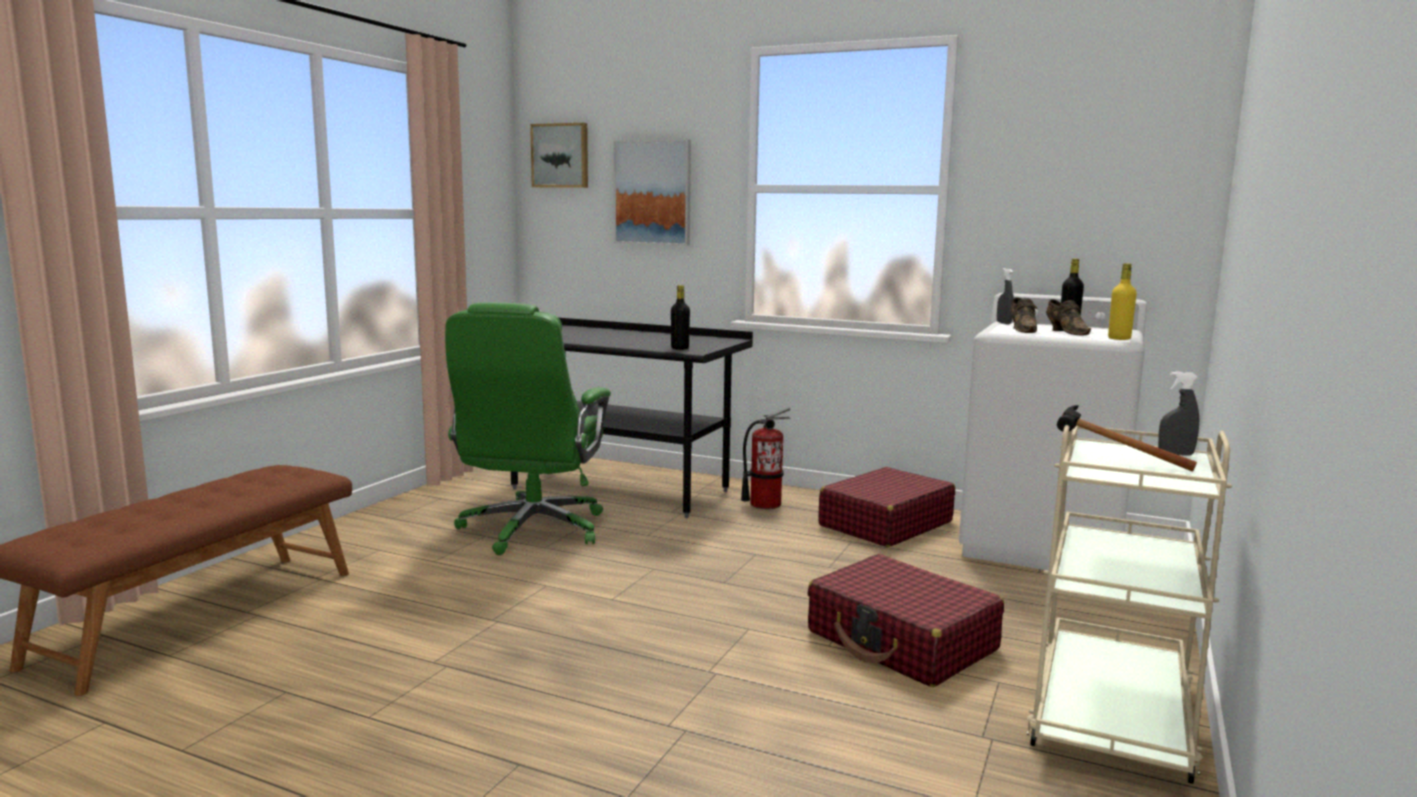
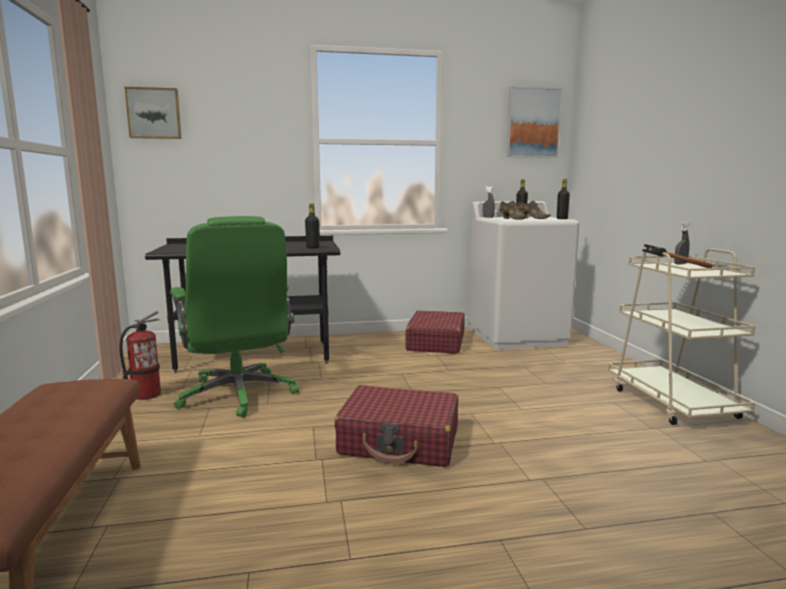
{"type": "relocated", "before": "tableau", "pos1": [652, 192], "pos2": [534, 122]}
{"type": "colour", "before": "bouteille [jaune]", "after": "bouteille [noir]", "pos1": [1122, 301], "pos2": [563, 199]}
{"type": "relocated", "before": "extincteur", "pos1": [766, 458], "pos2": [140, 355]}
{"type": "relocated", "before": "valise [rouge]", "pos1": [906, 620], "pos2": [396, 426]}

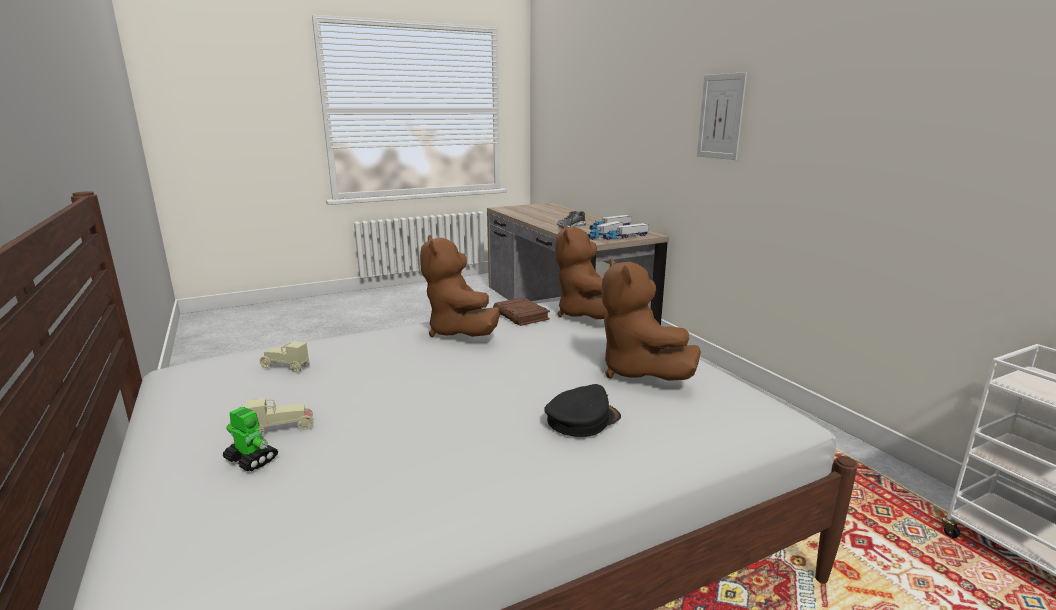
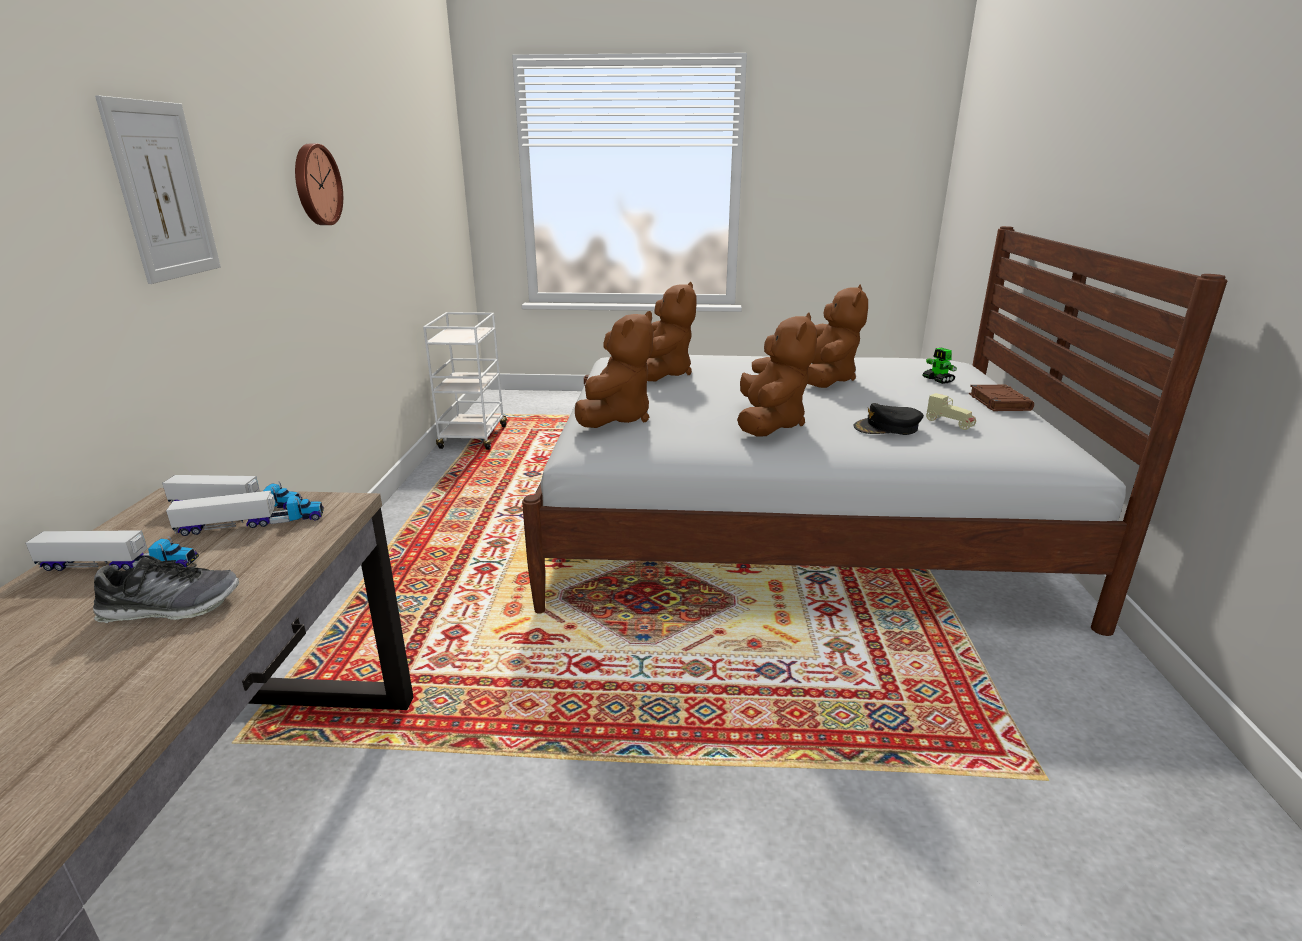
{"type": "relocated", "before": "livre [marron]", "pos1": [521, 311], "pos2": [1001, 398]}
{"type": "relocated", "before": "casquette [noir]", "pos1": [582, 410], "pos2": [889, 419]}
{"type": "missing", "before": "petite voiture [beige]", "pos1": [279, 417]}
{"type": "appeared", "after": "horloge murale", "pos2": [319, 184]}
{"type": "appeared", "after": "peluche [marron]", "pos2": [837, 336]}

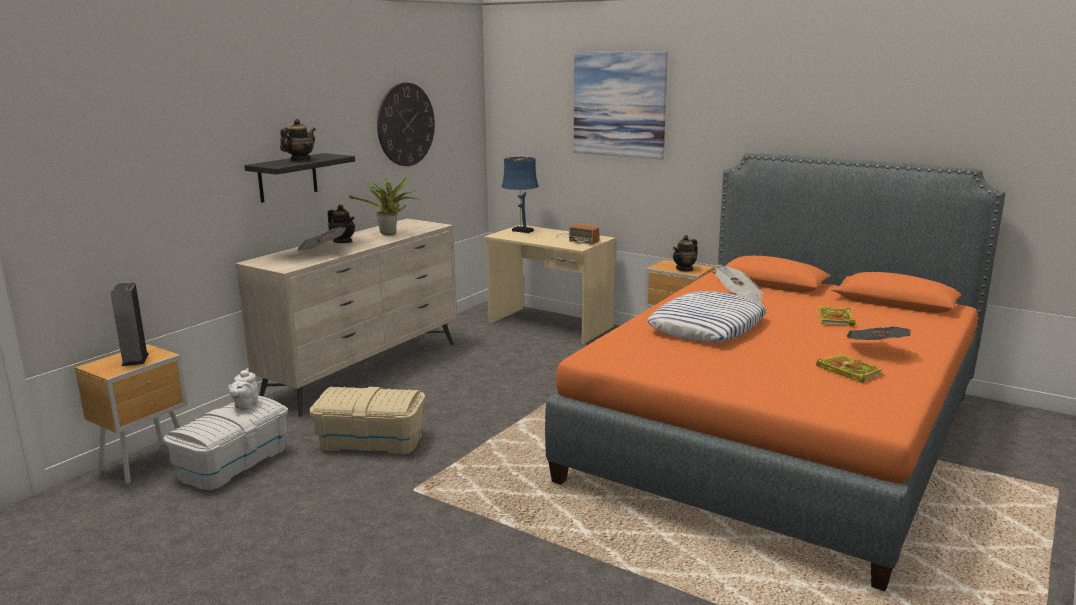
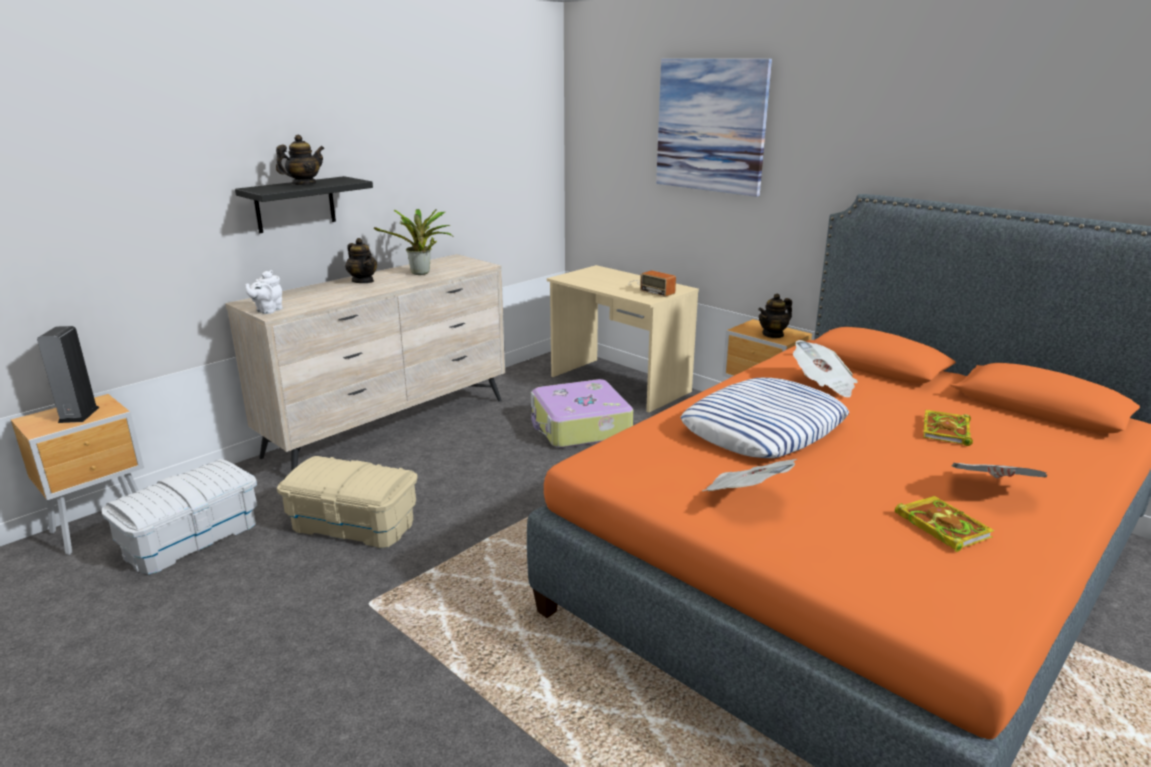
{"type": "missing", "before": "horloge murale", "pos1": [406, 124]}
{"type": "missing", "before": "lampe de table [bleu]", "pos1": [520, 194]}
{"type": "relocated", "before": "journal", "pos1": [321, 239], "pos2": [749, 475]}
{"type": "relocated", "before": "théière [blanc]", "pos1": [243, 389], "pos2": [263, 292]}
{"type": "appeared", "after": "valise", "pos2": [582, 413]}

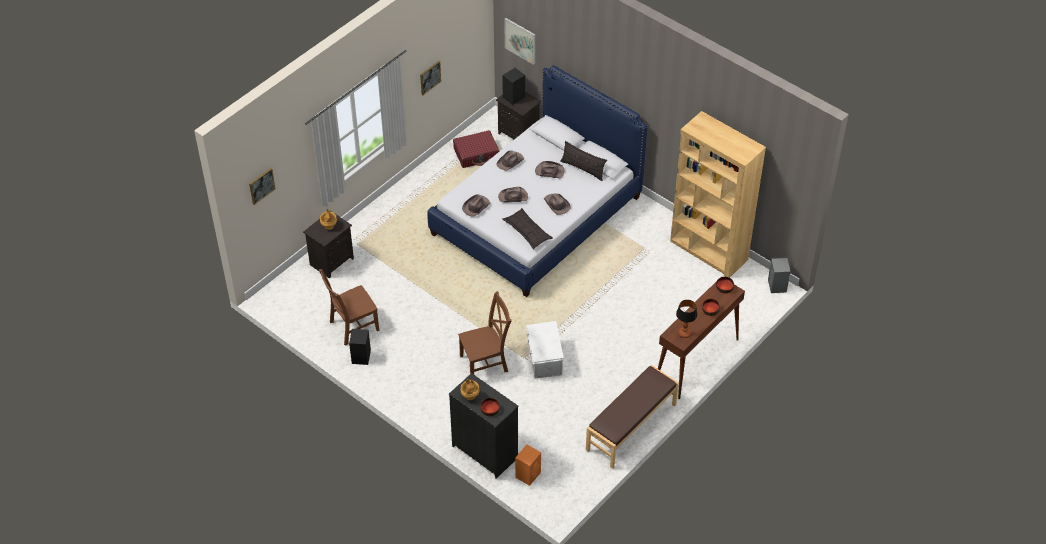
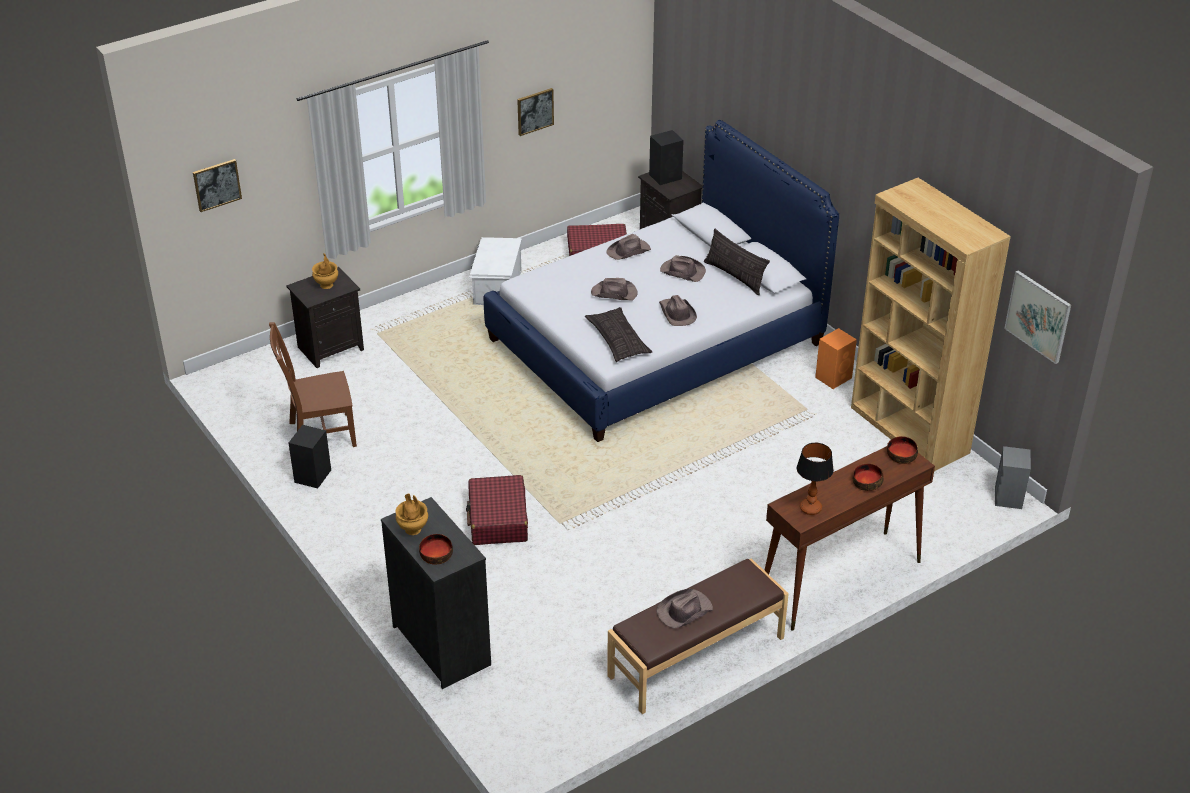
{"type": "relocated", "before": "tableau", "pos1": [519, 41], "pos2": [1037, 317]}
{"type": "relocated", "before": "chapeau [marron]", "pos1": [476, 206], "pos2": [685, 608]}
{"type": "exchanged", "before": "chaise [marron]", "after": "valise [rouge]", "pos1": [485, 332], "pos2": [497, 510]}
{"type": "relocated", "before": "boîte de rangement [blanc]", "pos1": [545, 349], "pos2": [495, 271]}
{"type": "relocated", "before": "enceinte [orange]", "pos1": [528, 465], "pos2": [836, 358]}

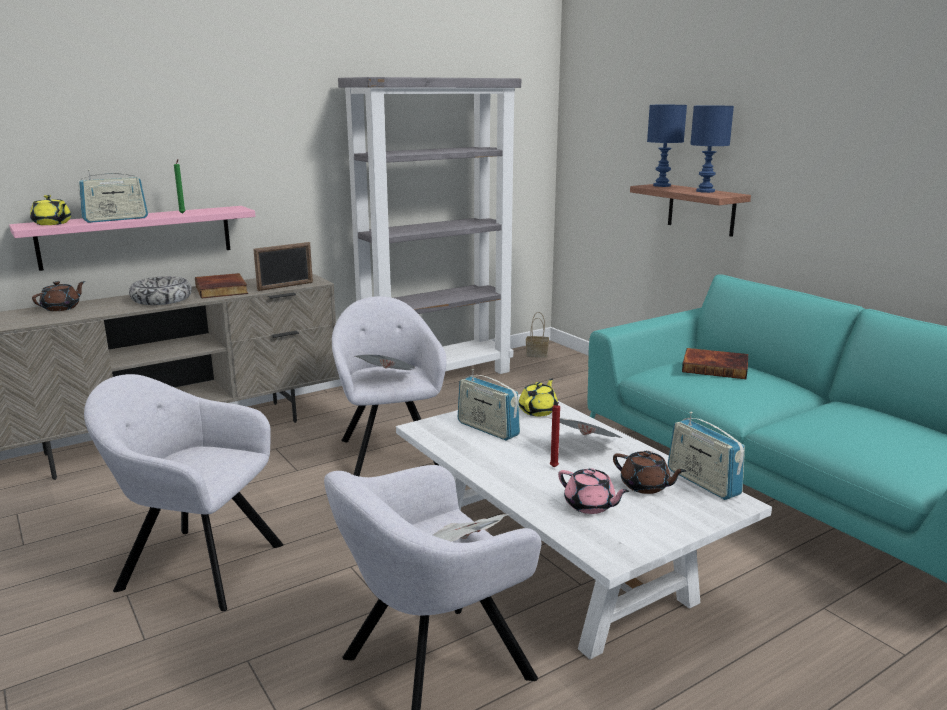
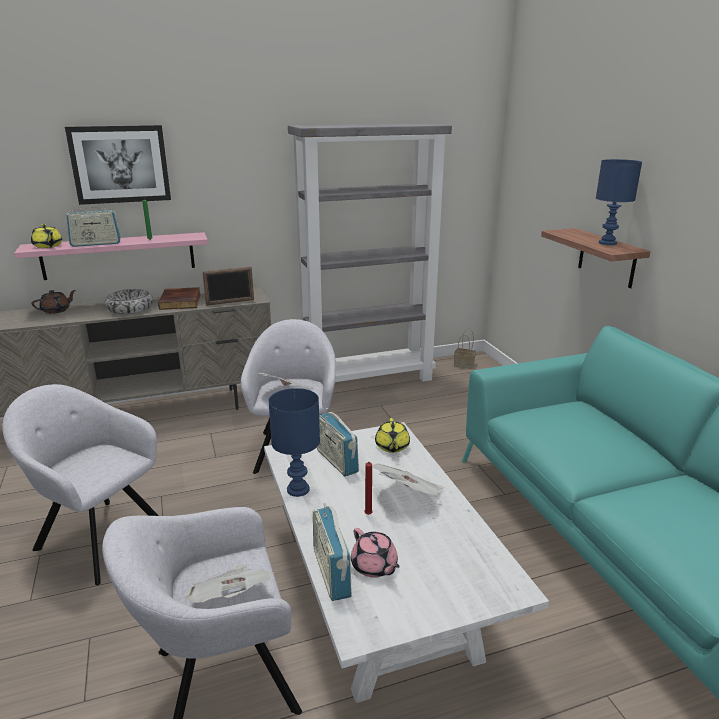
{"type": "relocated", "before": "lampe de table [bleu]", "pos1": [667, 146], "pos2": [294, 442]}
{"type": "missing", "before": "livre", "pos1": [715, 363]}
{"type": "spun", "before": "théière [jaune]", "pos1": [538, 397], "pos2": [392, 435], "turn": 135}
{"type": "relocated", "before": "radio", "pos1": [706, 456], "pos2": [332, 552]}
{"type": "missing", "before": "théière [marron]", "pos1": [649, 472]}
{"type": "appeared", "after": "tableau", "pos2": [118, 165]}

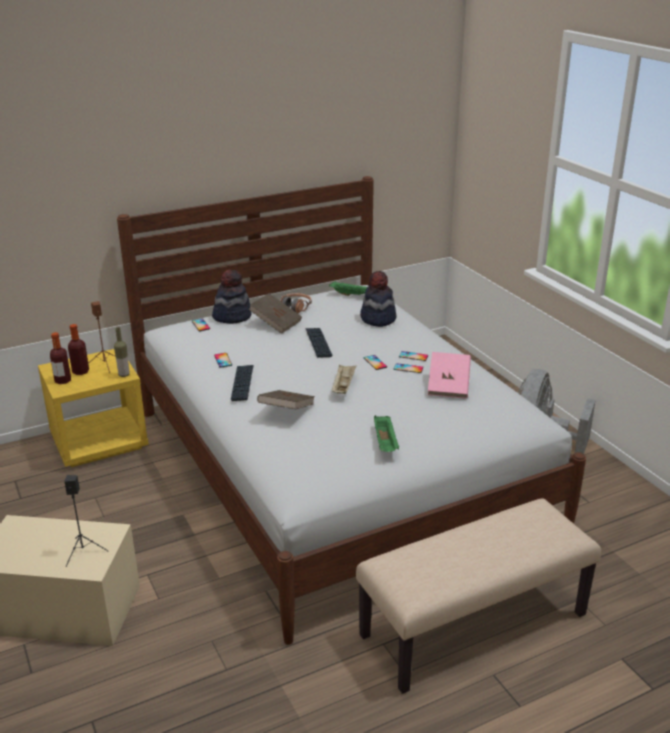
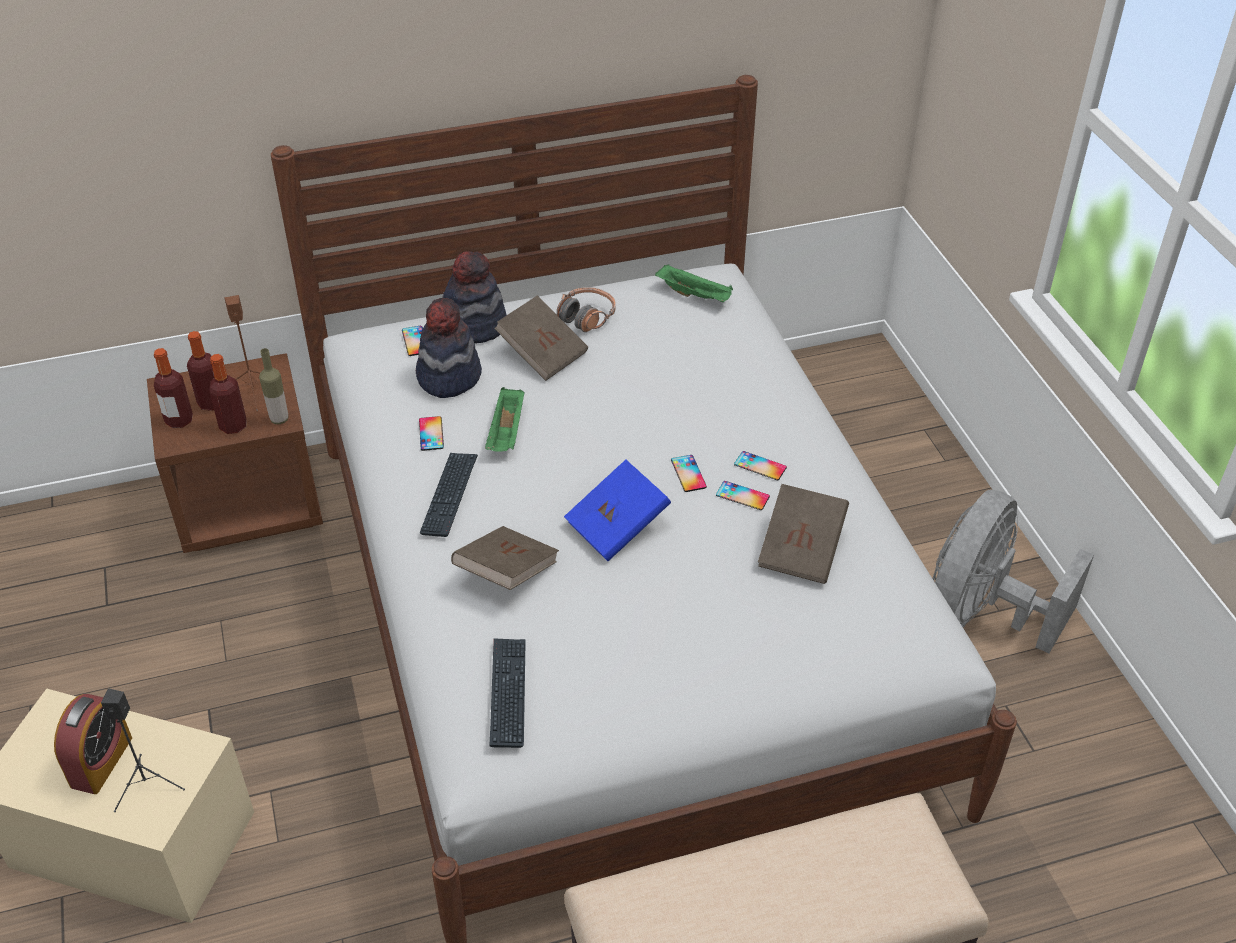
{"type": "relocated", "before": "chapeau", "pos1": [378, 299], "pos2": [449, 348]}
{"type": "relocated", "before": "clavier", "pos1": [319, 343], "pos2": [507, 693]}
{"type": "colour", "before": "table de chevet [jaune]", "after": "table de chevet [marron]", "pos1": [93, 408], "pos2": [235, 453]}
{"type": "colour", "before": "livre [rose]", "after": "livre [marron]", "pos1": [449, 375], "pos2": [803, 534]}
{"type": "exchanged", "before": "plateau [beige]", "after": "livre [bleu]", "pos1": [343, 379], "pos2": [617, 510]}
{"type": "relocated", "before": "plateau [vert]", "pos1": [386, 433], "pos2": [505, 419]}
{"type": "appeared", "after": "bouteille", "pos2": [228, 394]}
{"type": "appeared", "after": "réveil", "pos2": [93, 744]}

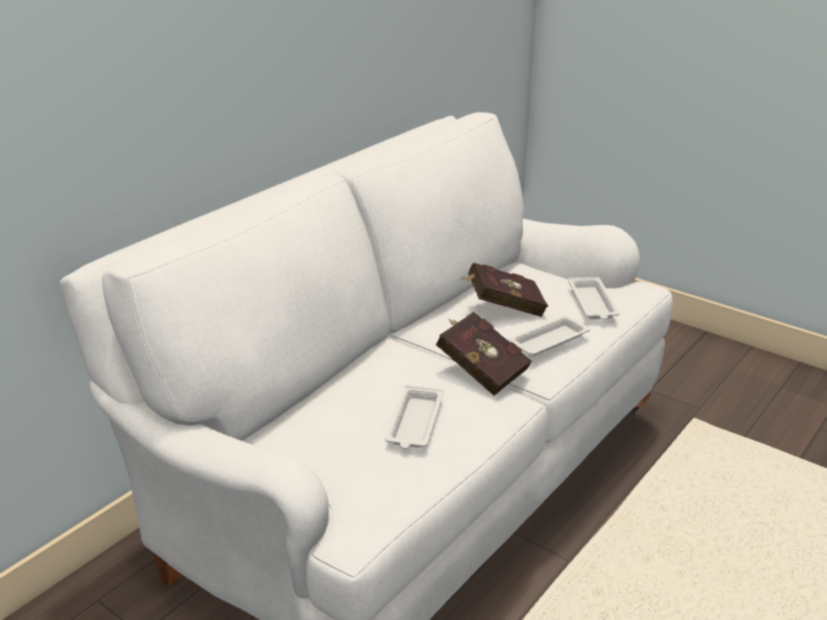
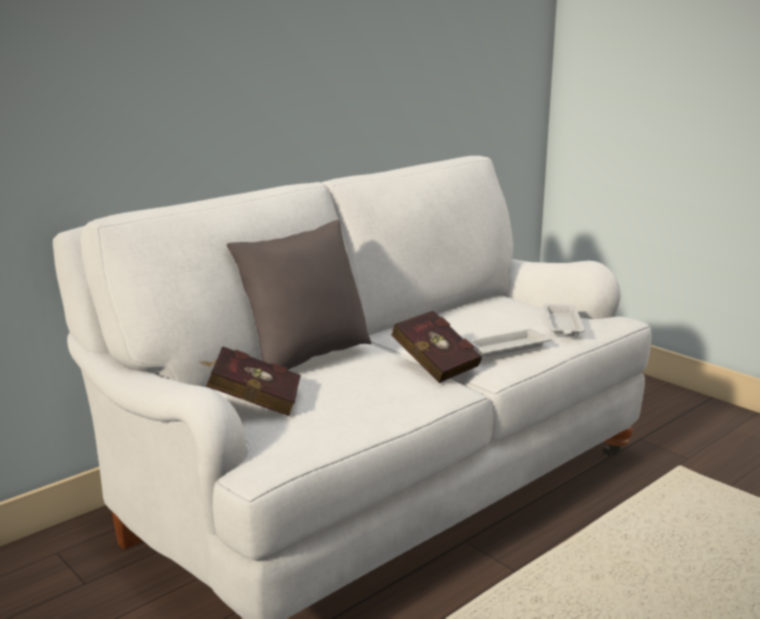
{"type": "relocated", "before": "livre [rouge]", "pos1": [503, 290], "pos2": [250, 381]}
{"type": "missing", "before": "plateau [blanc]", "pos1": [414, 417]}
{"type": "appeared", "after": "coussin [gris]", "pos2": [299, 295]}

